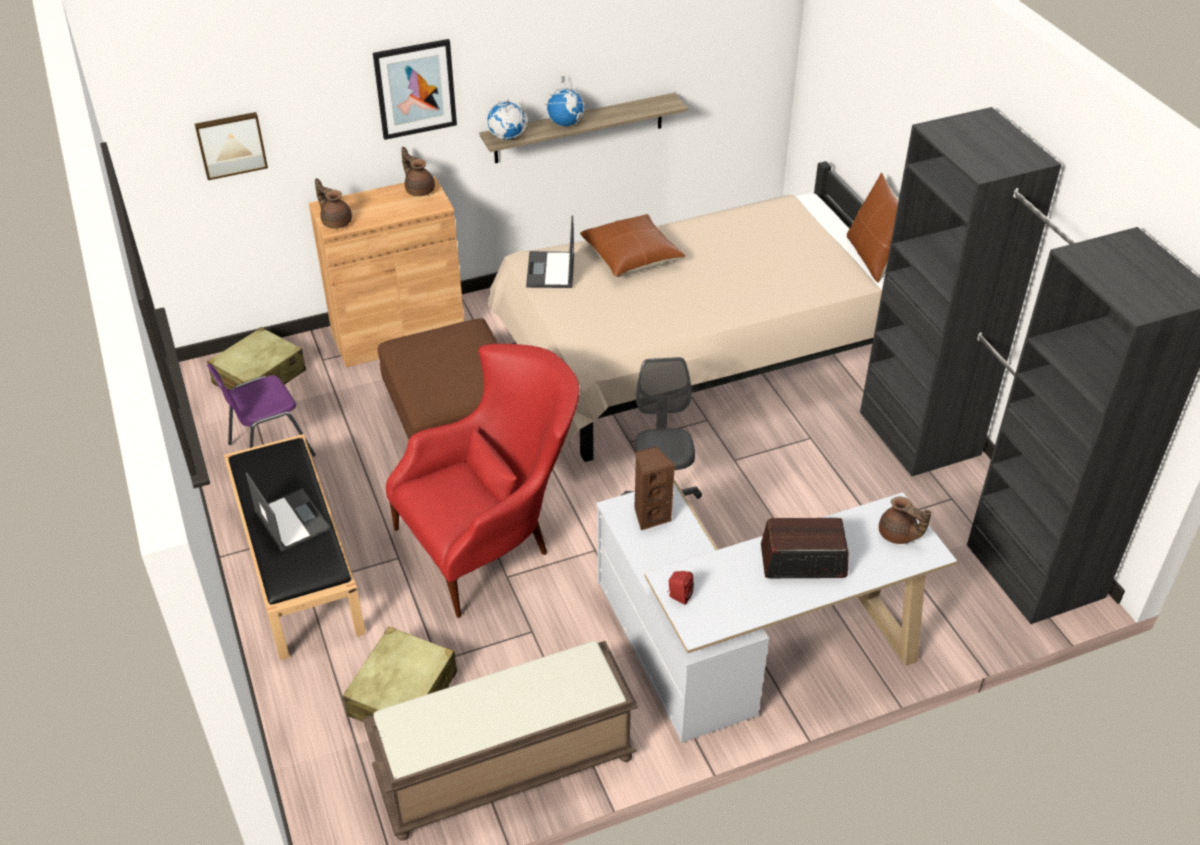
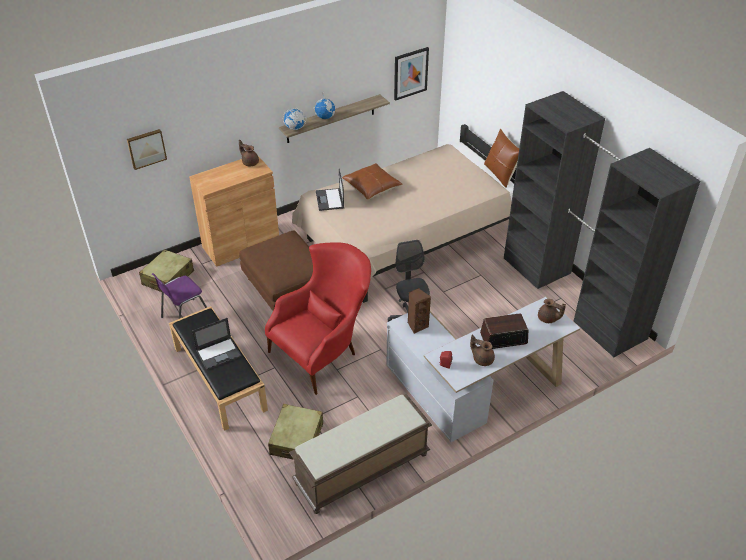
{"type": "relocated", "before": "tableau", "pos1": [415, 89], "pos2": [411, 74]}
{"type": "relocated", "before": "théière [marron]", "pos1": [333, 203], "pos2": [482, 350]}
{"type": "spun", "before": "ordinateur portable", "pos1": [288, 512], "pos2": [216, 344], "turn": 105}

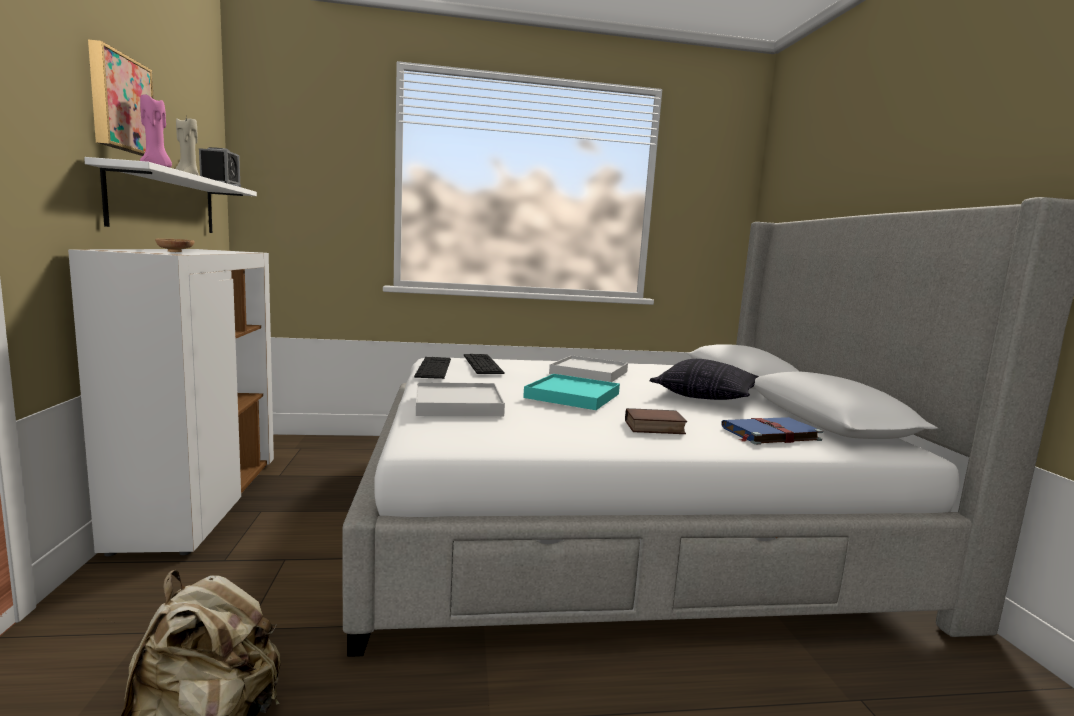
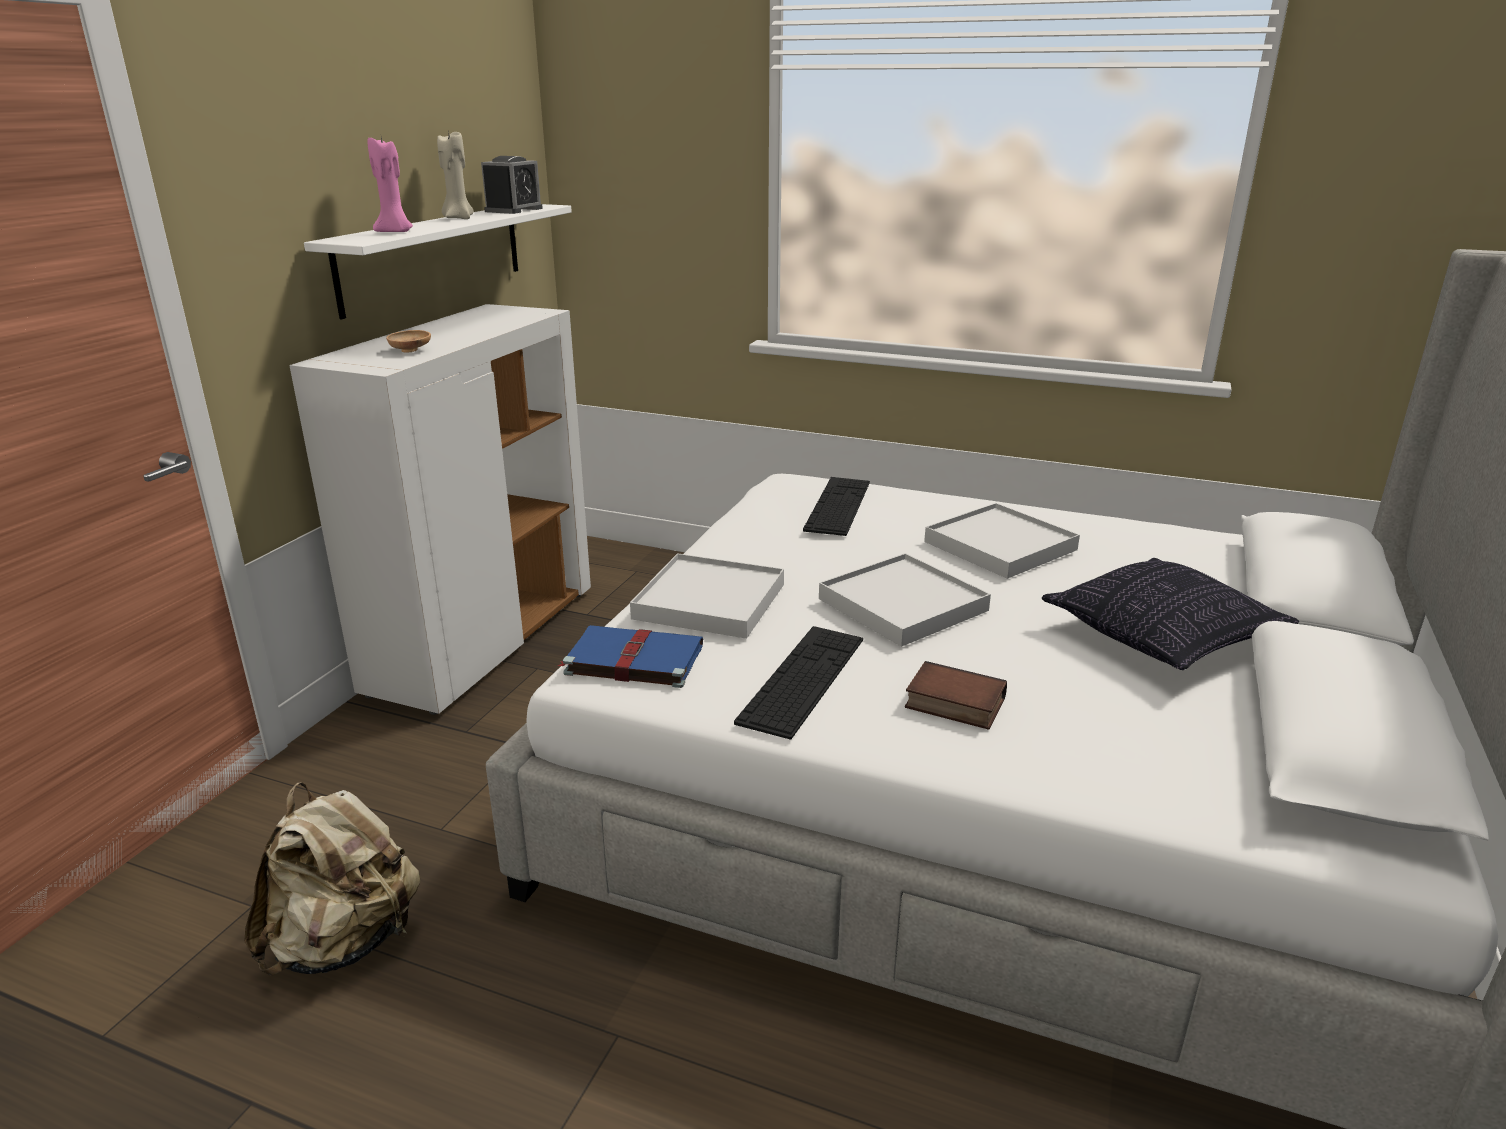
{"type": "missing", "before": "tableau", "pos1": [121, 97]}
{"type": "relocated", "before": "clavier", "pos1": [432, 368], "pos2": [798, 683]}
{"type": "colour", "before": "plateau [turquoise]", "after": "plateau [blanc]", "pos1": [571, 392], "pos2": [905, 600]}
{"type": "relocated", "before": "livre [bleu]", "pos1": [772, 431], "pos2": [630, 656]}

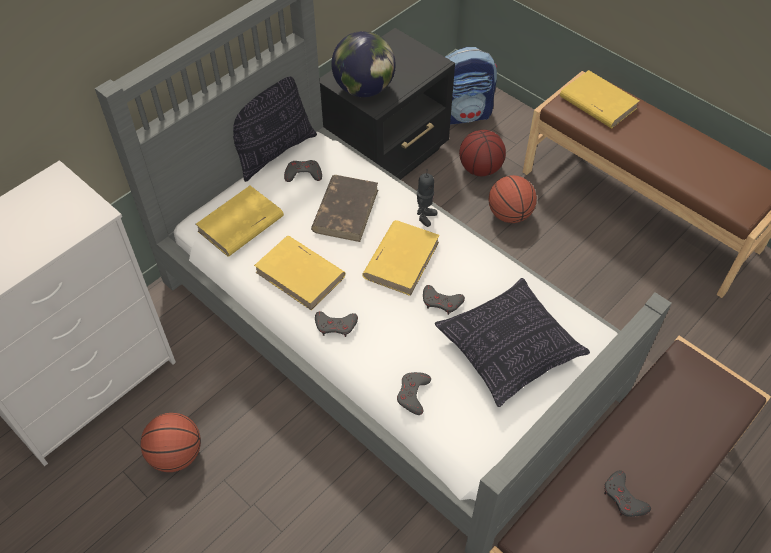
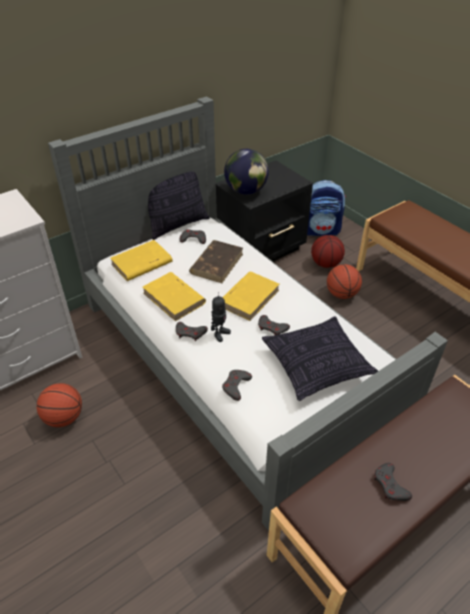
{"type": "missing", "before": "livre [jaune]", "pos1": [599, 99]}
{"type": "relocated", "before": "robot jouet", "pos1": [427, 198], "pos2": [221, 317]}

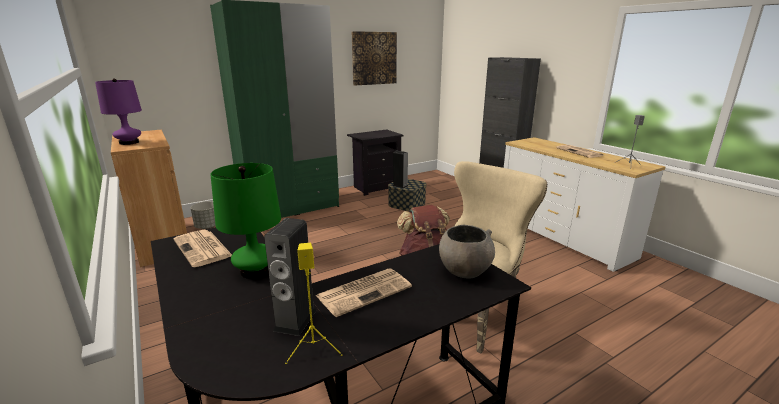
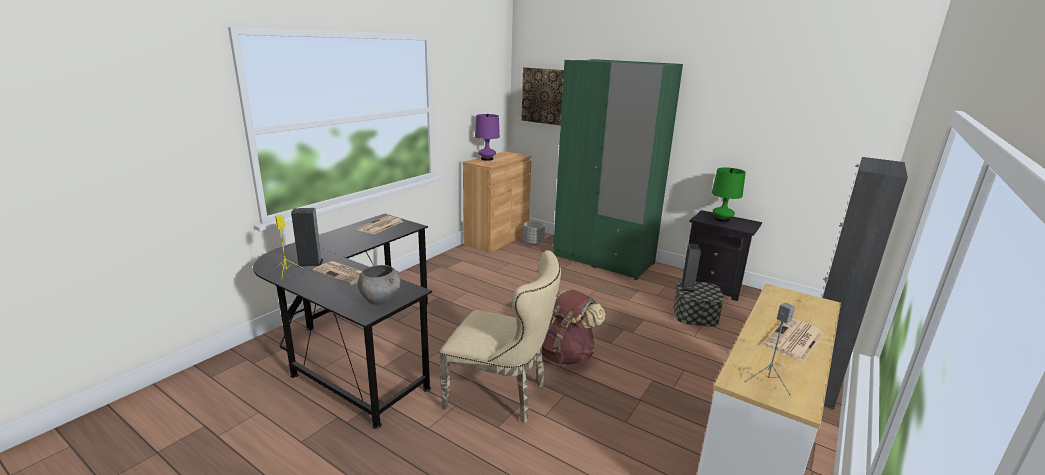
{"type": "relocated", "before": "tableau", "pos1": [374, 58], "pos2": [542, 96]}
{"type": "relocated", "before": "lampe de table [vert]", "pos1": [245, 221], "pos2": [729, 194]}

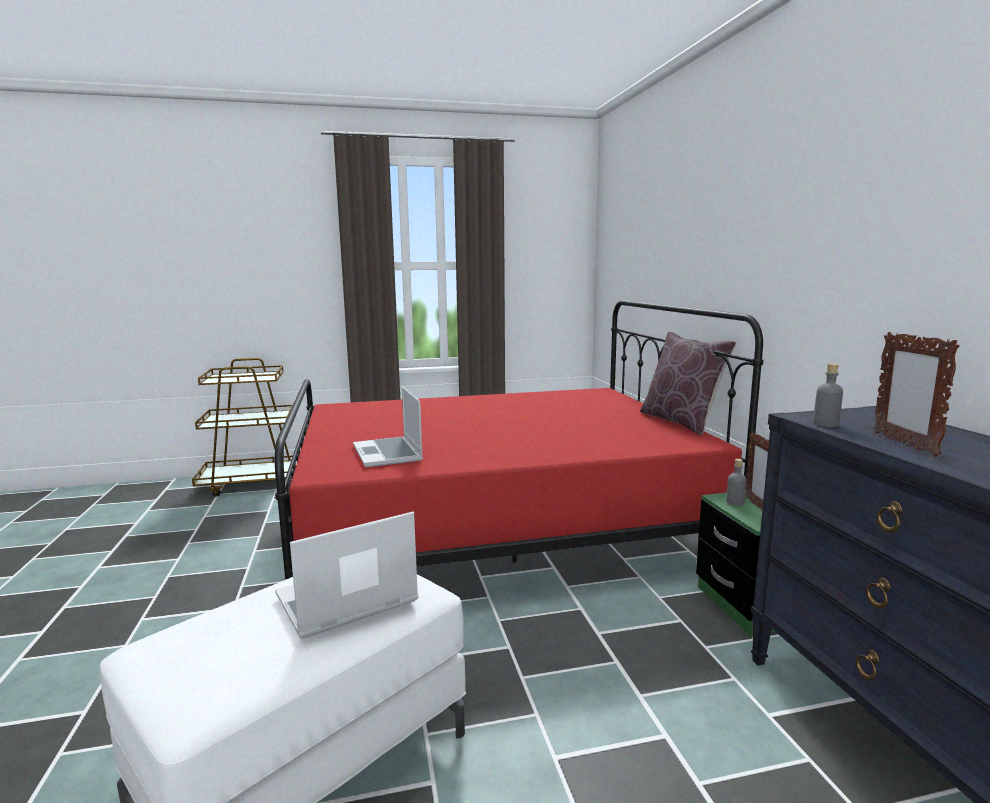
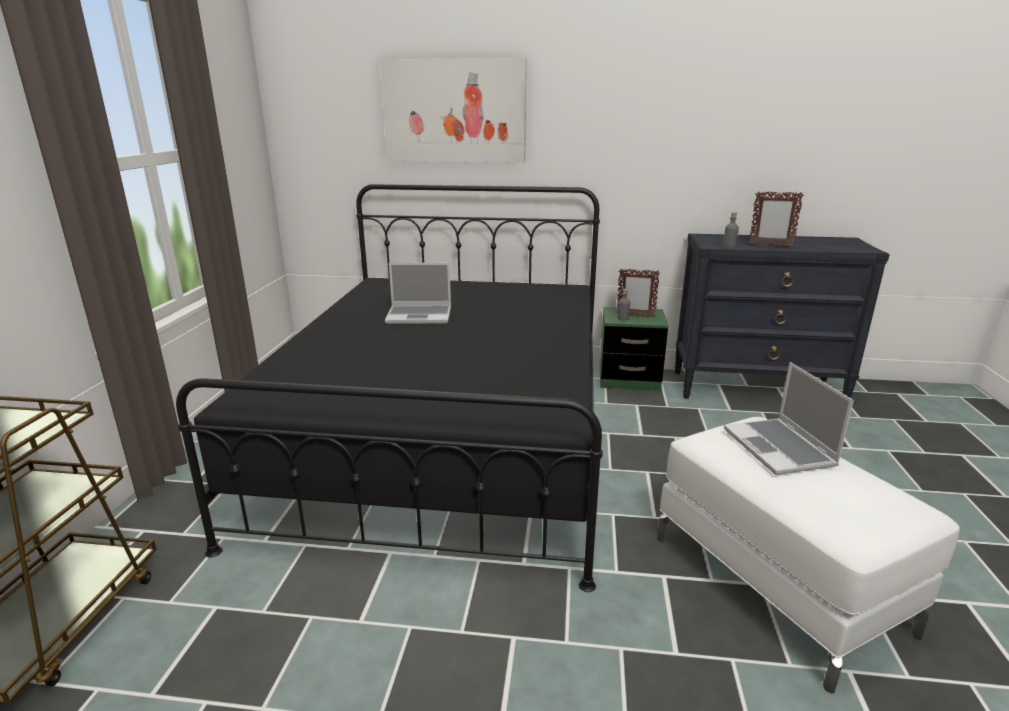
{"type": "colour", "before": "lit [rouge]", "after": "lit [noir]", "pos1": [519, 440], "pos2": [389, 388]}
{"type": "missing", "before": "coussin [marron]", "pos1": [688, 384]}
{"type": "relocated", "before": "ordinateur portable", "pos1": [388, 427], "pos2": [418, 293]}
{"type": "appeared", "after": "tableau", "pos2": [453, 110]}

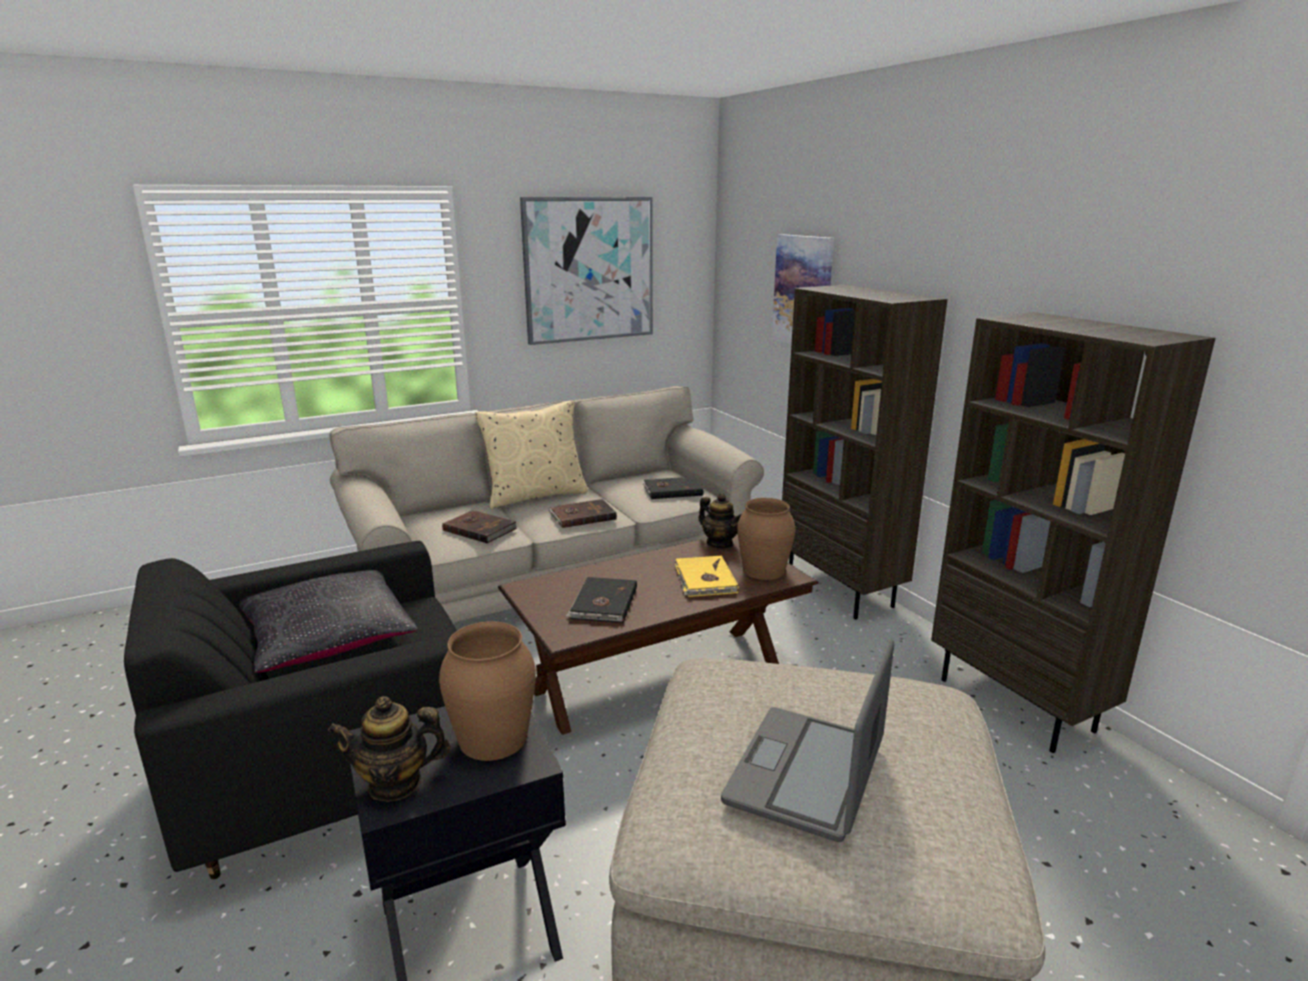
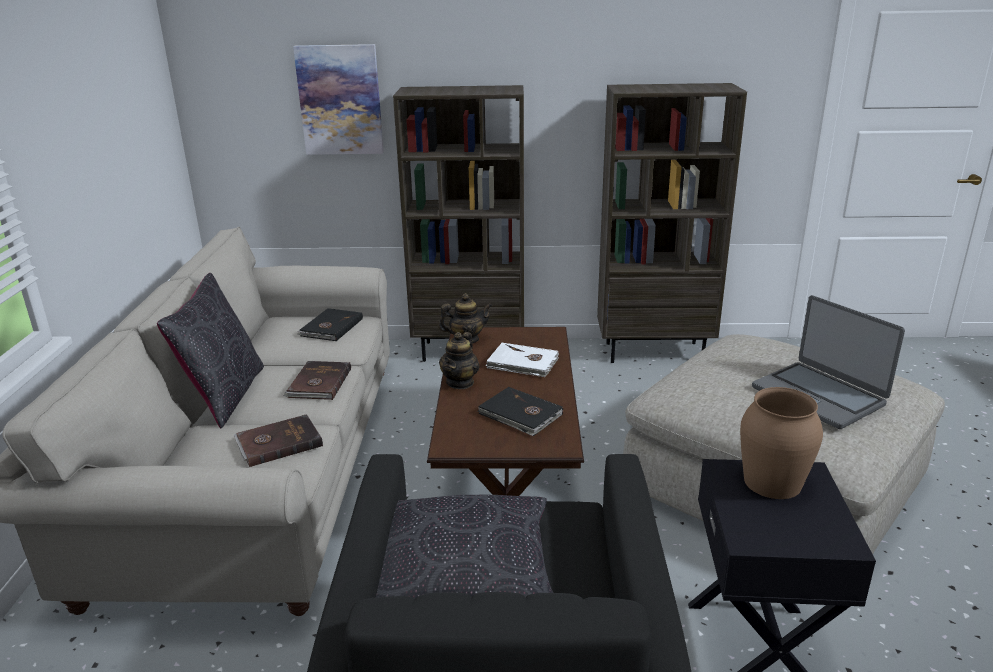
{"type": "missing", "before": "tableau", "pos1": [586, 271]}
{"type": "colour", "before": "coussin [beige]", "after": "coussin [noir]", "pos1": [531, 455], "pos2": [210, 350]}
{"type": "missing", "before": "vase [marron]", "pos1": [766, 539]}
{"type": "colour", "before": "livre [jaune]", "after": "livre [blanc]", "pos1": [707, 576], "pos2": [522, 360]}
{"type": "relocated", "before": "théière", "pos1": [389, 749], "pos2": [459, 360]}

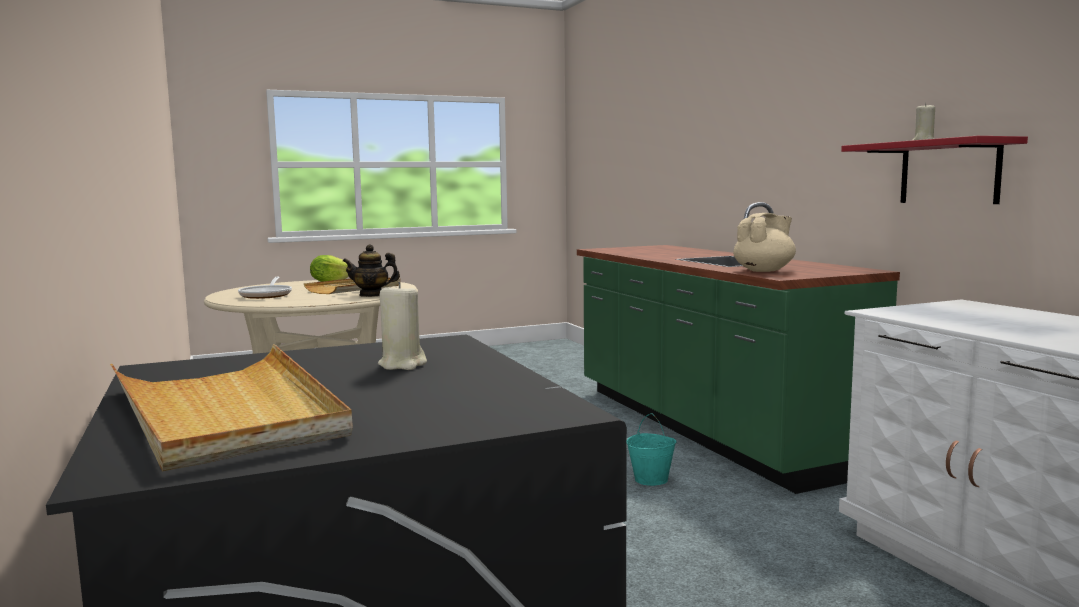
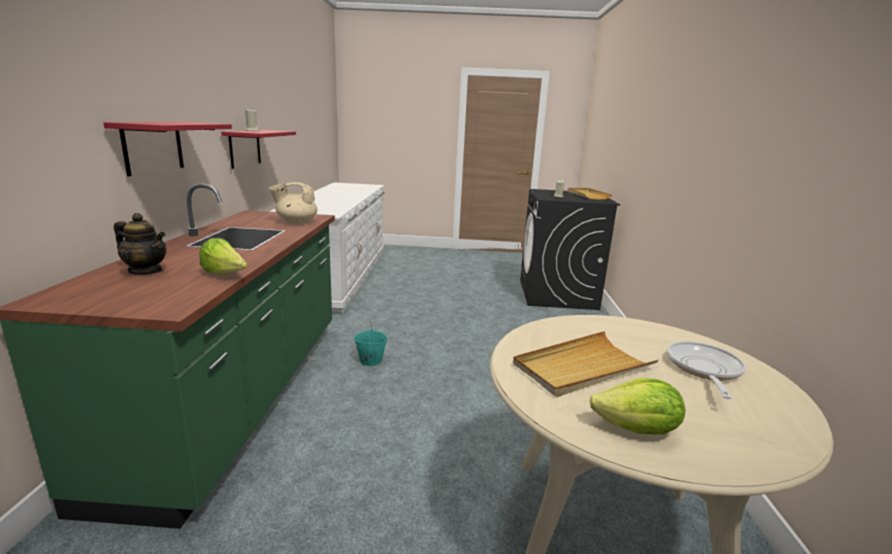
{"type": "relocated", "before": "théière", "pos1": [371, 270], "pos2": [140, 244]}
{"type": "appeared", "after": "étagère [rouge]", "pos2": [167, 149]}
{"type": "appeared", "after": "laitue", "pos2": [223, 256]}

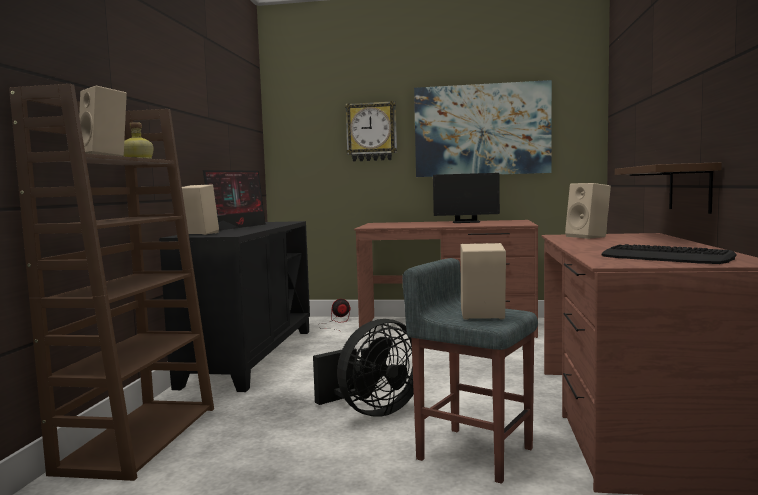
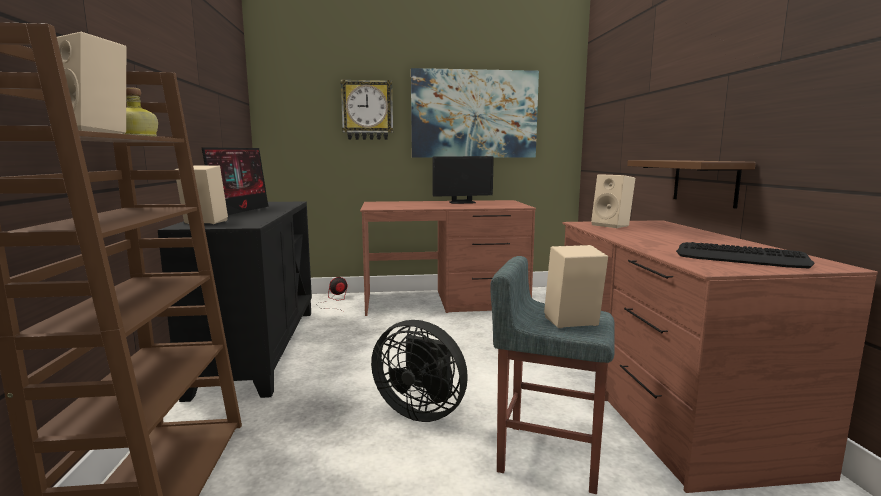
{"type": "spun", "before": "ventilateur [noir]", "pos1": [363, 368], "pos2": [419, 371], "turn": 75}

